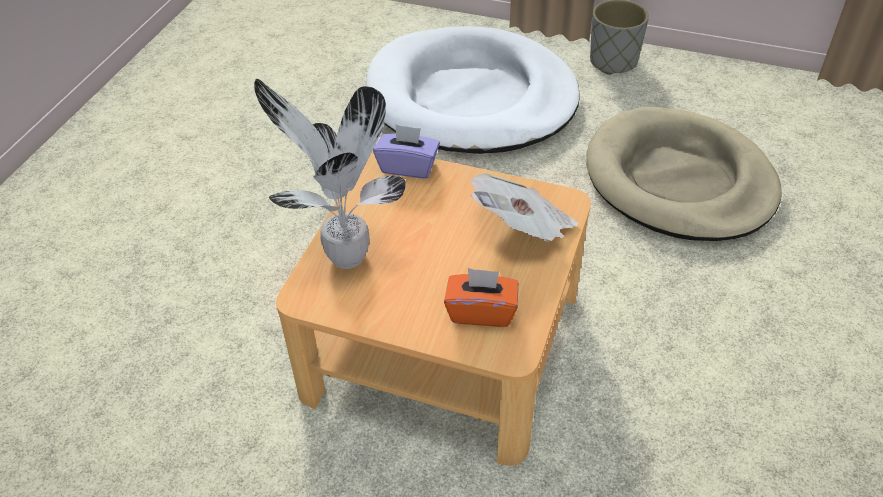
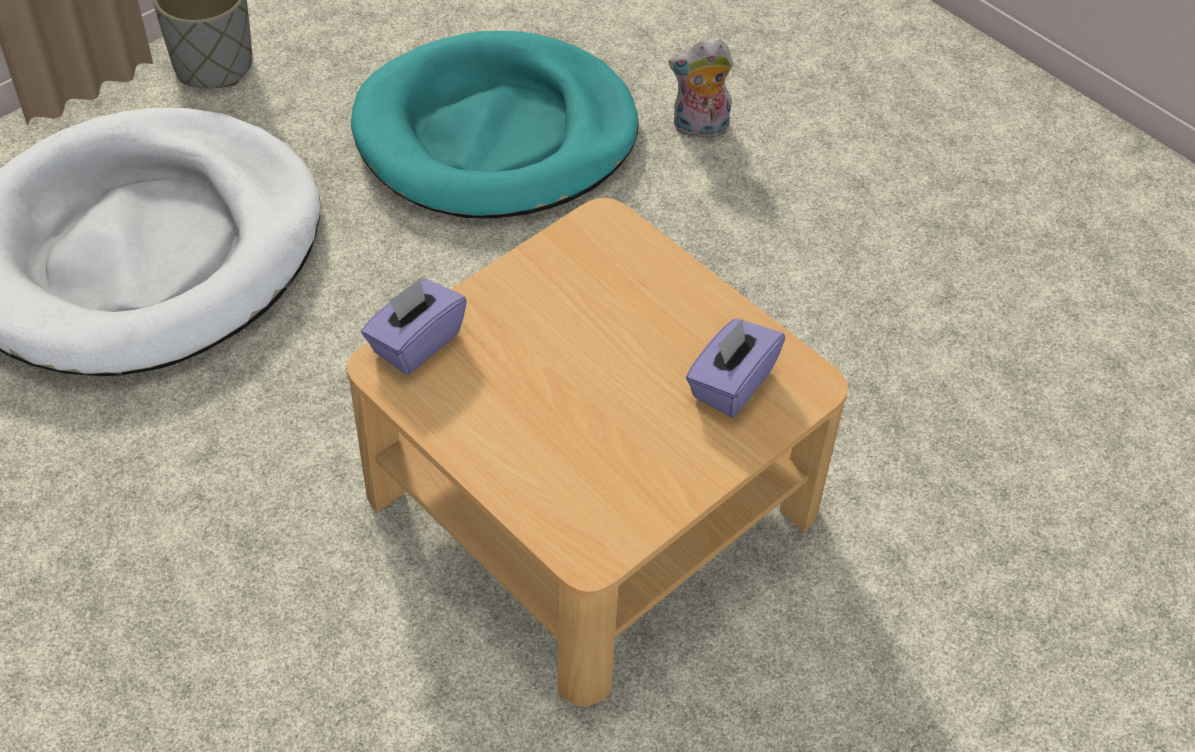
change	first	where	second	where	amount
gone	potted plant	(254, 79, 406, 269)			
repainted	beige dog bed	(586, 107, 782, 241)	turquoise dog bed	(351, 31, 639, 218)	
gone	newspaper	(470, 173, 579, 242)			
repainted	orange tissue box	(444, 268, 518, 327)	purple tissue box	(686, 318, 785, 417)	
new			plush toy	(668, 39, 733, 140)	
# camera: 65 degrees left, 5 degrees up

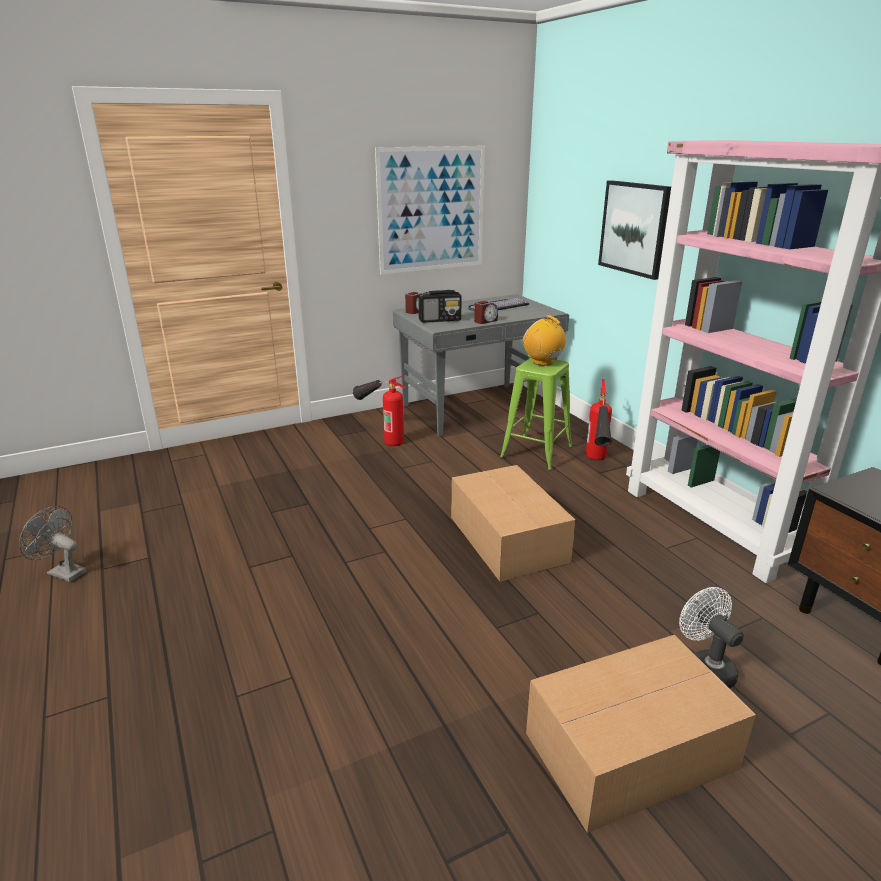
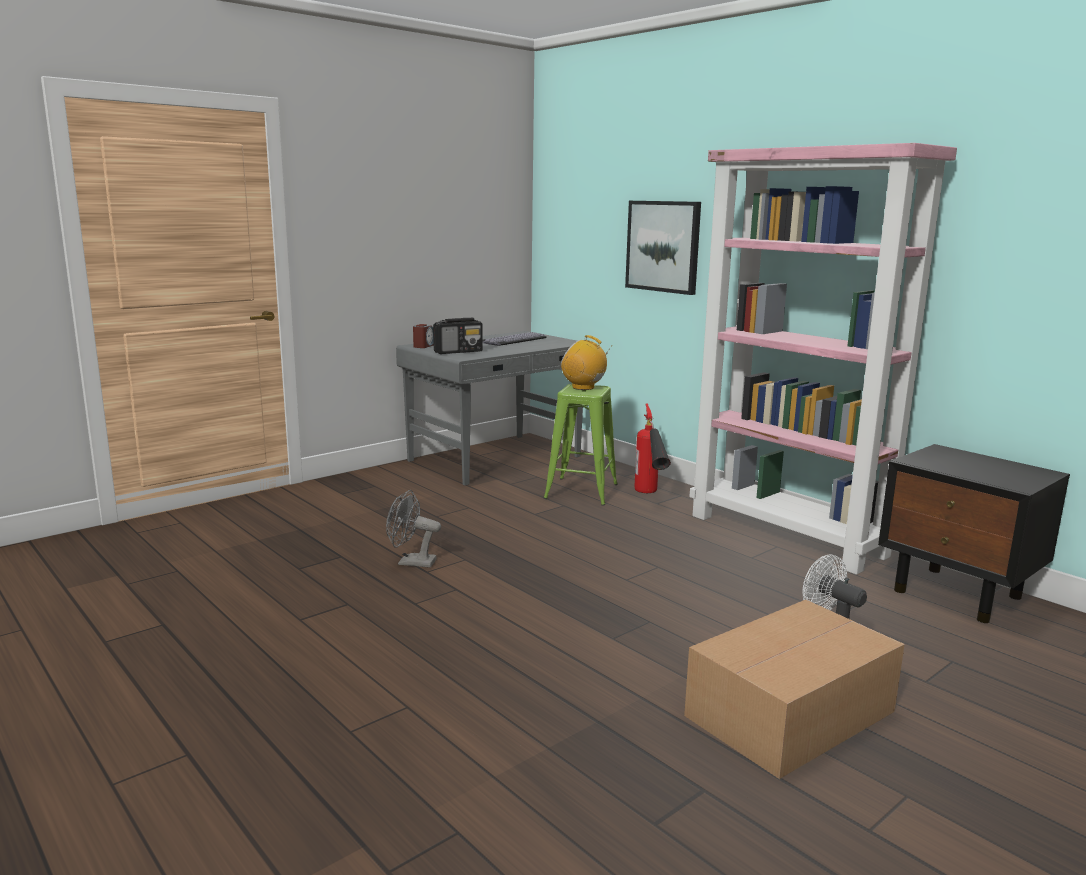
change	first	where	second	where	amount
gone	picture	(375, 146, 485, 274)			
gone	alarm clock	(474, 301, 498, 324)			
gone	fire extinguisher	(353, 376, 406, 446)			
gone	cardboard box	(451, 465, 576, 582)			
shifted	grey fan	(19, 506, 86, 582)		(386, 490, 441, 568)	
# camera: 15 degrees left, 10 degrees down

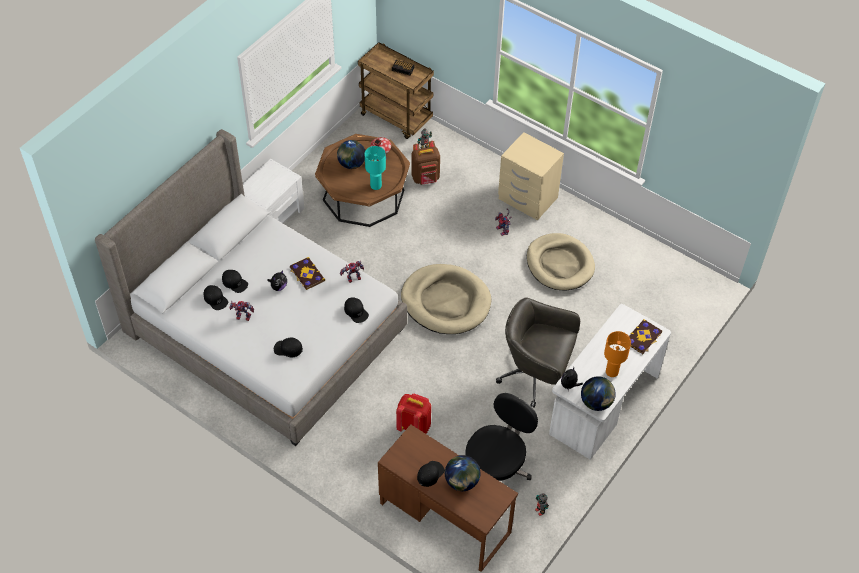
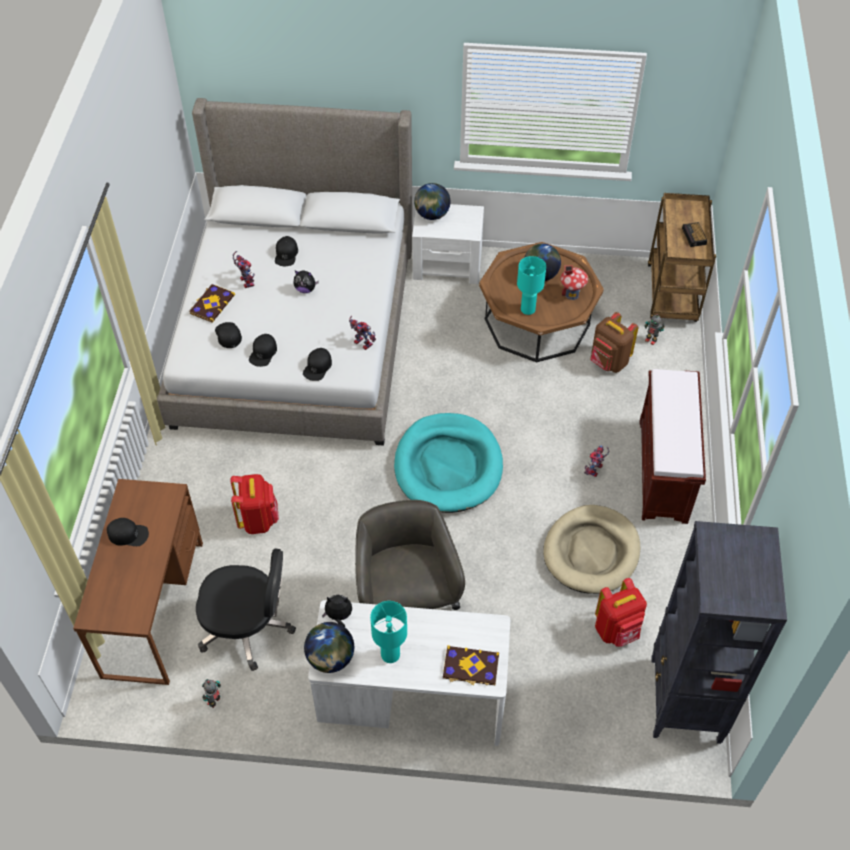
change	first	where	second	where	amount
swapped	beige nightstand	(498, 132, 564, 220)	brown bench	(640, 369, 706, 524)	
shifted	book	(290, 257, 325, 290)		(189, 284, 235, 323)	
repainted	beige dog bed	(401, 264, 491, 334)	turquoise dog bed	(394, 413, 503, 513)	
shifted	black cap	(204, 285, 228, 310)		(249, 334, 277, 367)	
repainted	orange table lamp	(604, 331, 631, 377)	turquoise table lamp	(370, 601, 407, 663)	
shifted	globe	(445, 455, 480, 491)		(414, 183, 451, 220)	
new			black bookcase	(651, 521, 787, 744)	
new			red backpack	(595, 578, 647, 647)	
# camera: 60 degrees right, 0 degrees up

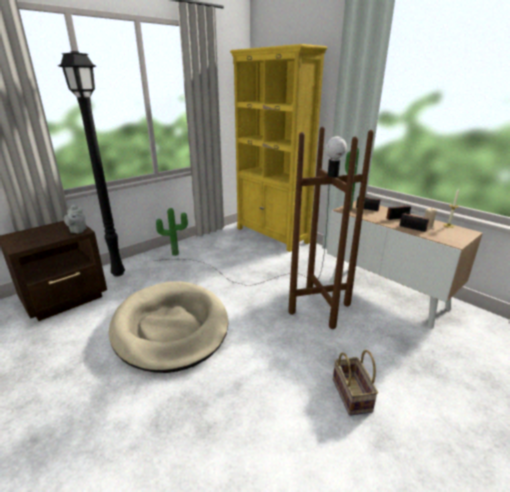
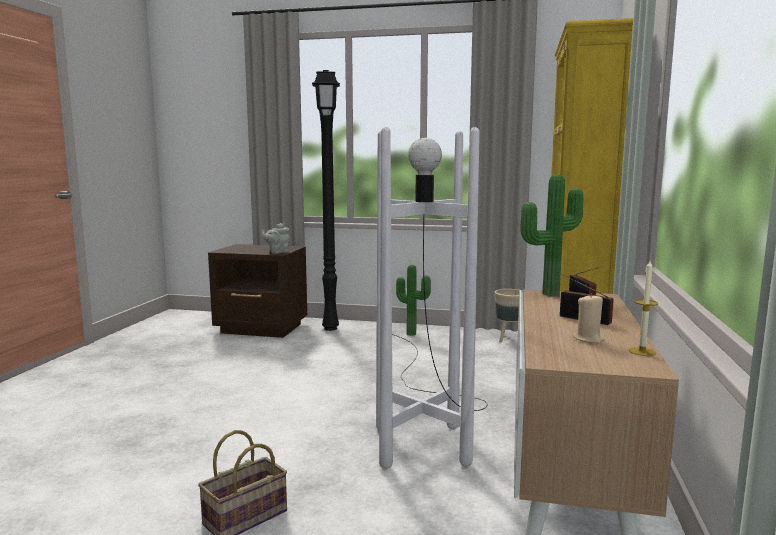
change	first	where	second	where	amount
repainted	brown floor lamp	(154, 126, 374, 329)	white floor lamp	(376, 127, 488, 469)	
gone	radio	(399, 210, 434, 232)			
gone	beige dog bed	(109, 281, 228, 373)			
new			beige planter	(495, 289, 523, 342)	
# camera: 55 degrees right, 15 degrees down

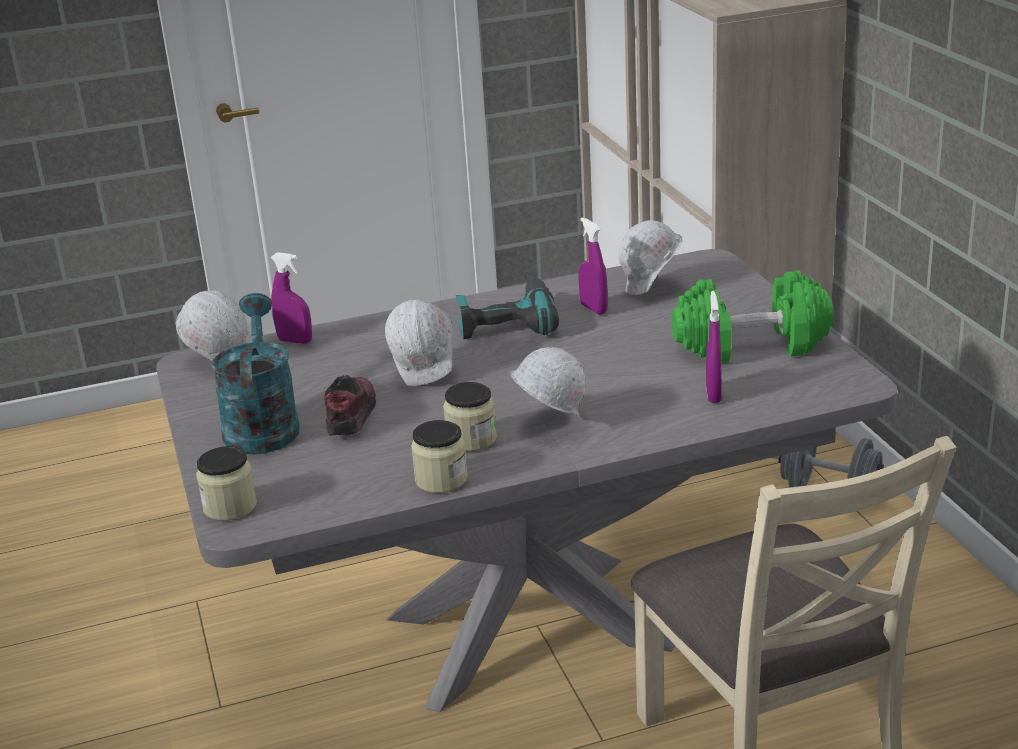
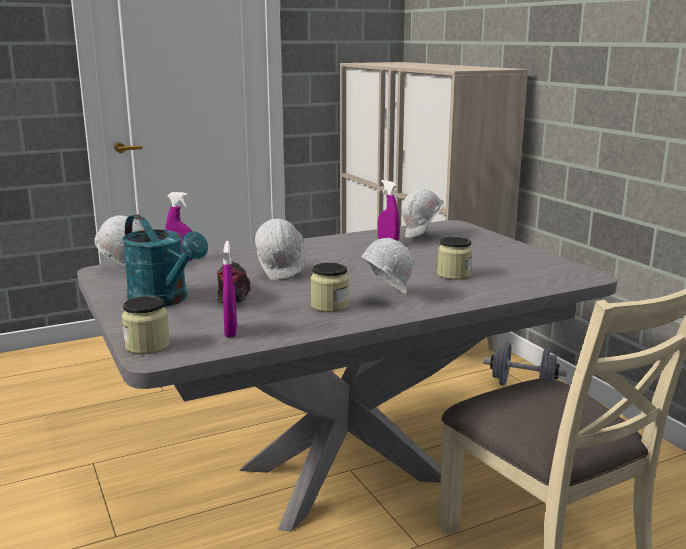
change	first	where	second	where	amount
gone	green dumbbell	(671, 270, 834, 363)			
gone	power drill	(456, 278, 559, 339)			
shifted	purple spray bottle	(706, 291, 722, 403)		(223, 241, 237, 337)	
rotated	turquoise watering can	(211, 293, 300, 455)		(122, 214, 208, 307)	150 degrees clockwise
shifted	jar	(411, 420, 468, 493)		(437, 237, 472, 280)	
# camera: 10 degrees left, 10 degrees down

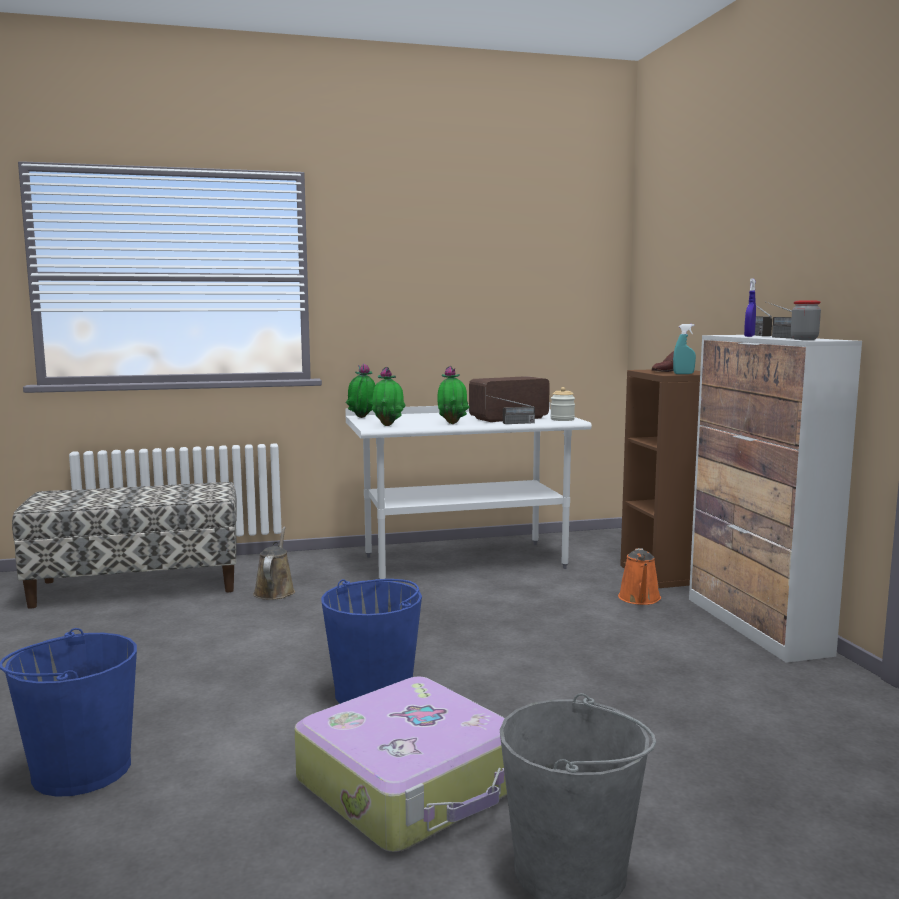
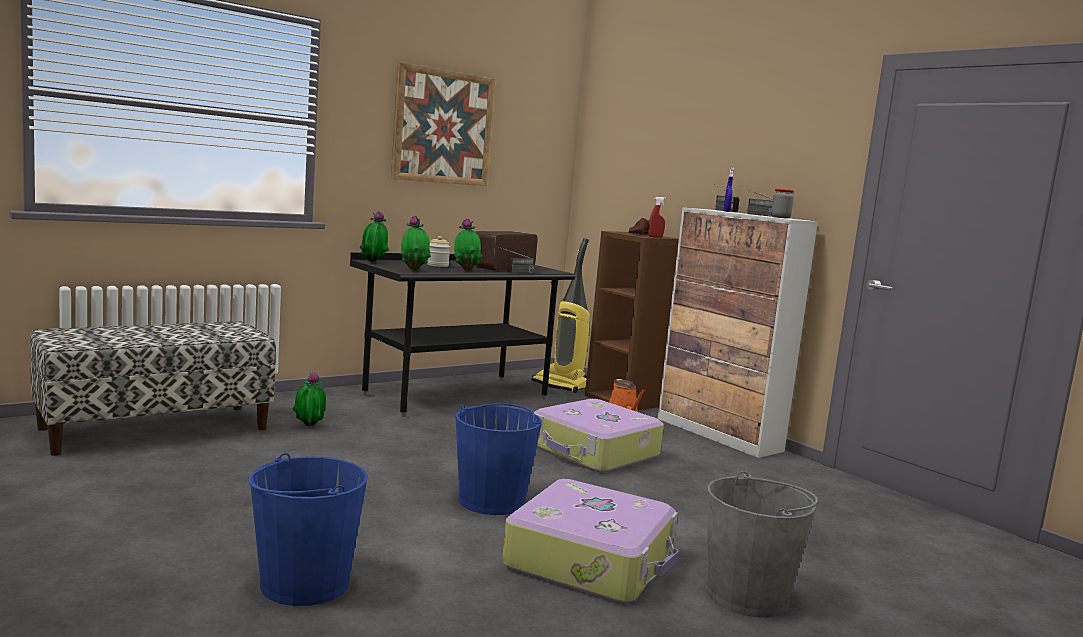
change	first	where	second	where	amount
repainted	turquoise spray bottle	(673, 324, 696, 374)	red spray bottle	(648, 197, 666, 238)	
shifted	jar	(550, 387, 575, 421)		(427, 236, 450, 267)	
repainted	white desk	(345, 402, 592, 579)	black desk	(350, 253, 575, 417)	
swapped	brown watering can	(253, 527, 295, 600)	potted plant	(292, 372, 326, 426)	
new			picture	(391, 62, 495, 186)	
new			vacuum cleaner	(531, 238, 590, 393)	
new			suitcase	(534, 399, 664, 472)	
# camera: 25 degrees left, 0 degrees up

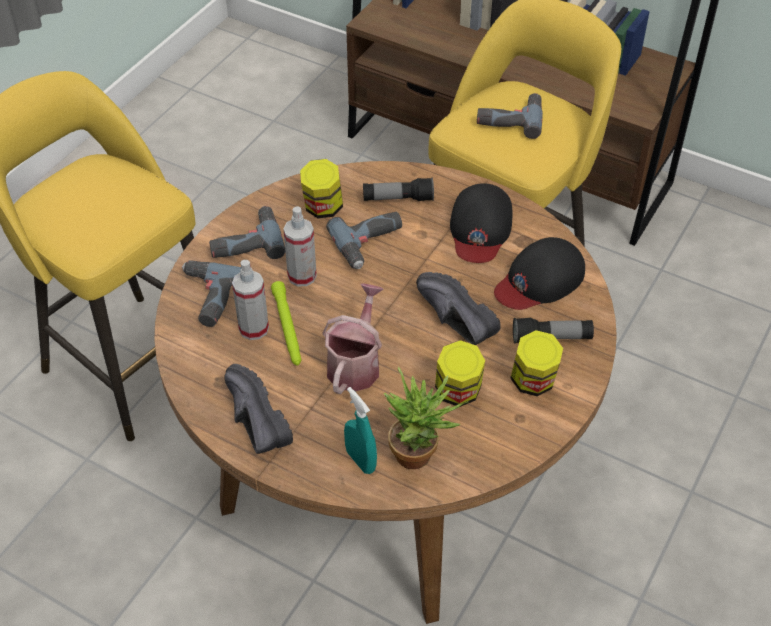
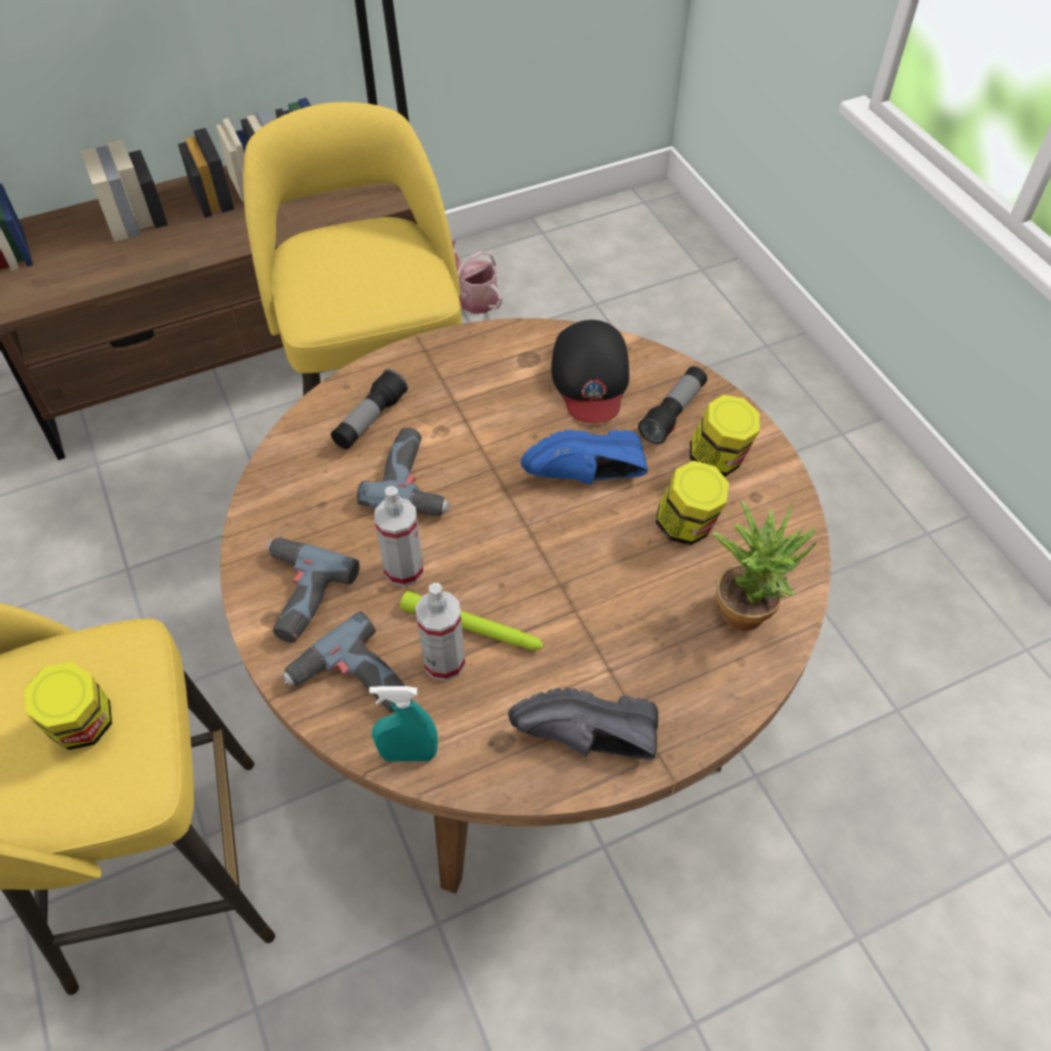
change	first	where	second	where	amount
gone	power drill	(477, 93, 543, 139)			
shifted	jar	(300, 159, 343, 218)		(25, 662, 112, 750)	
gone	black cap	(450, 183, 512, 263)			
repainted	black shoe	(416, 272, 501, 345)	blue shoe	(521, 430, 648, 485)	
shifted	watering can	(322, 283, 384, 394)		(452, 239, 502, 314)	
shifted	turquoise spray bottle	(344, 387, 377, 474)		(369, 686, 438, 762)	
# camera: 55 degrees left, 5 degrees up

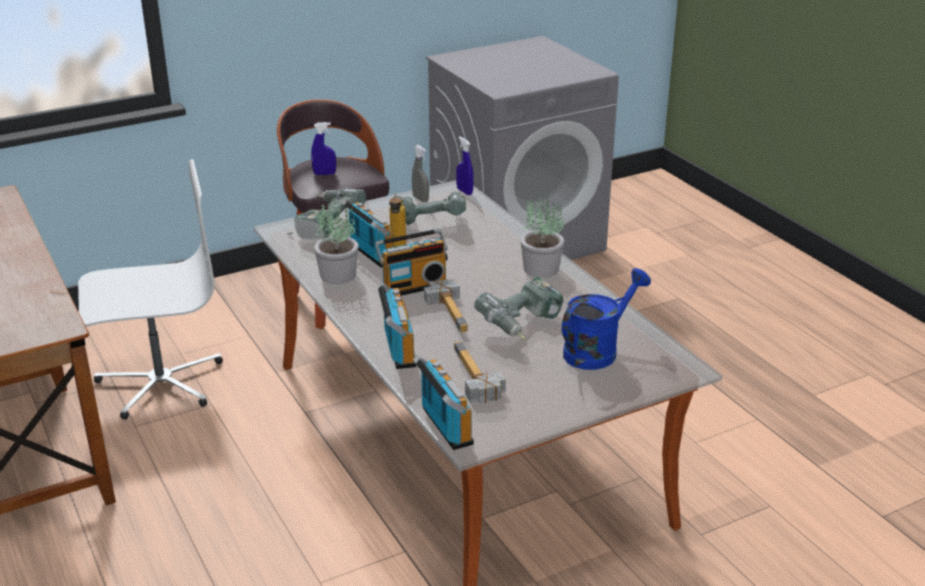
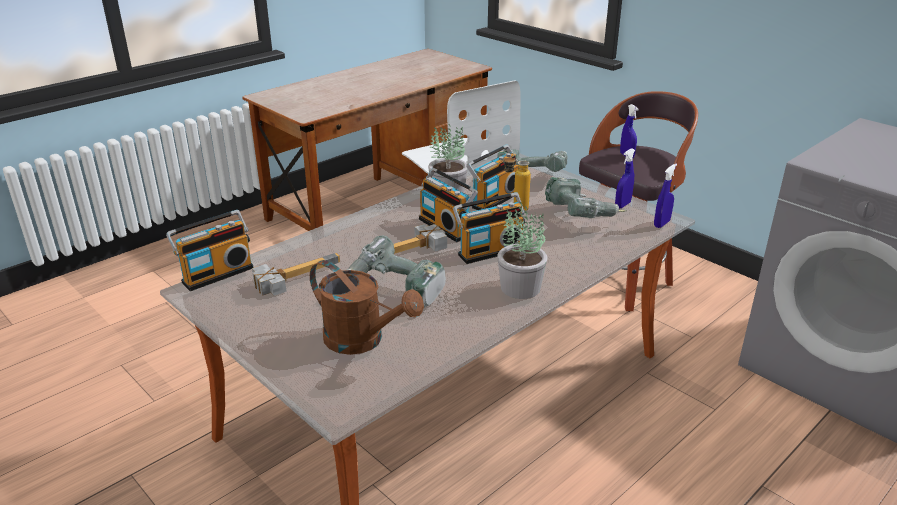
change	first	where	second	where	amount
repainted	grey spray bottle	(412, 145, 429, 202)	blue spray bottle	(615, 148, 635, 208)	
repainted	blue watering can	(562, 268, 651, 370)	brown watering can	(310, 260, 424, 355)	
shifted	radio	(377, 282, 416, 369)		(453, 192, 525, 264)	
# camera: 75 degrees right, 0 degrees up

